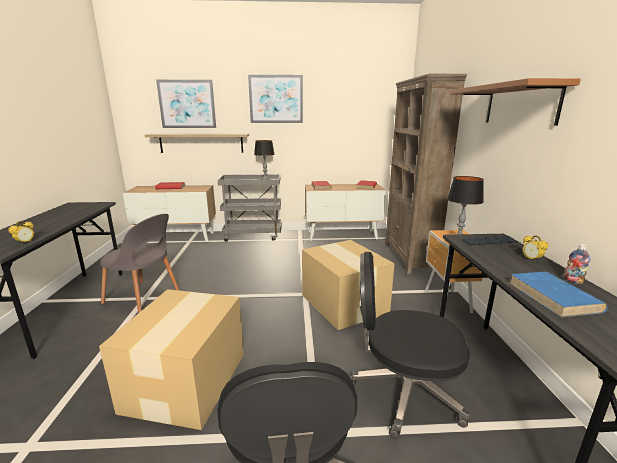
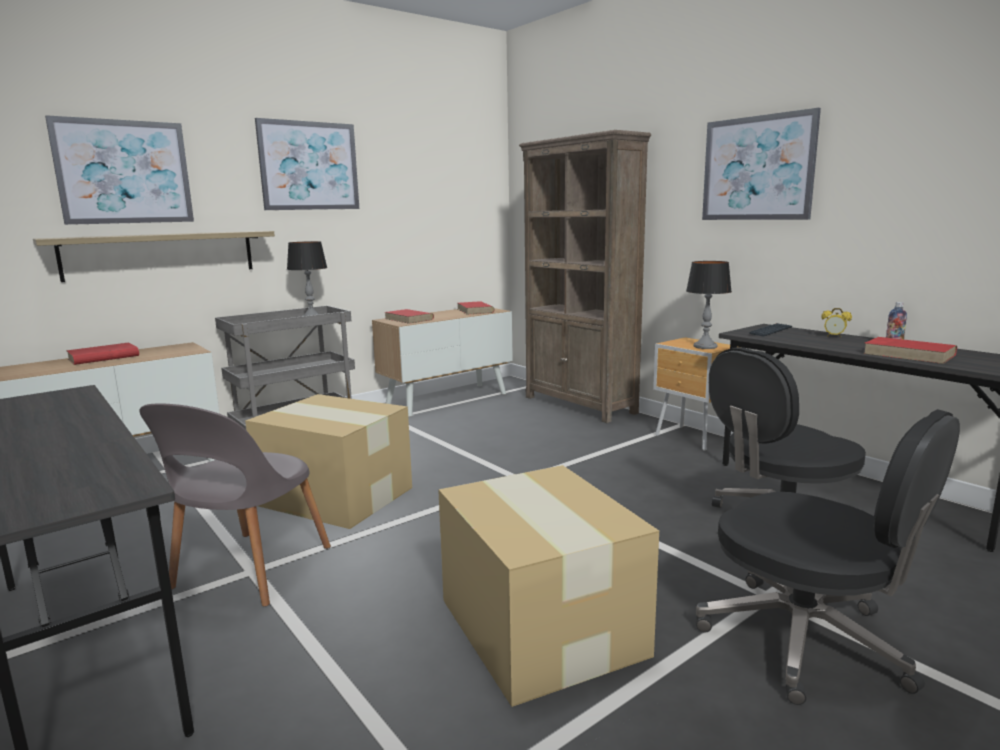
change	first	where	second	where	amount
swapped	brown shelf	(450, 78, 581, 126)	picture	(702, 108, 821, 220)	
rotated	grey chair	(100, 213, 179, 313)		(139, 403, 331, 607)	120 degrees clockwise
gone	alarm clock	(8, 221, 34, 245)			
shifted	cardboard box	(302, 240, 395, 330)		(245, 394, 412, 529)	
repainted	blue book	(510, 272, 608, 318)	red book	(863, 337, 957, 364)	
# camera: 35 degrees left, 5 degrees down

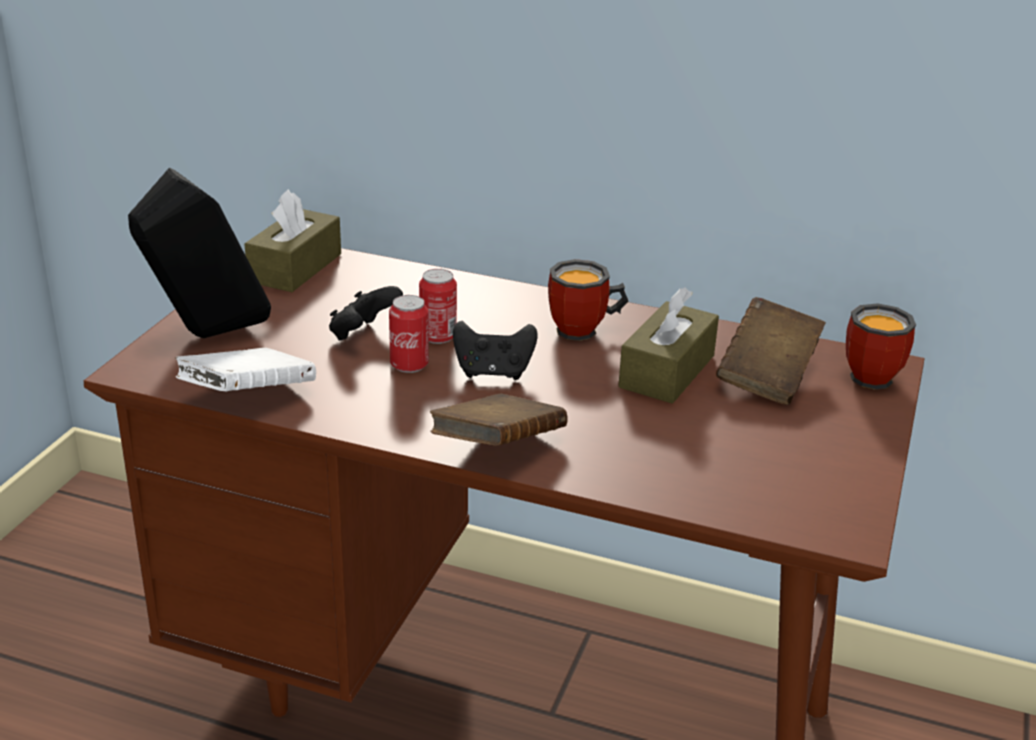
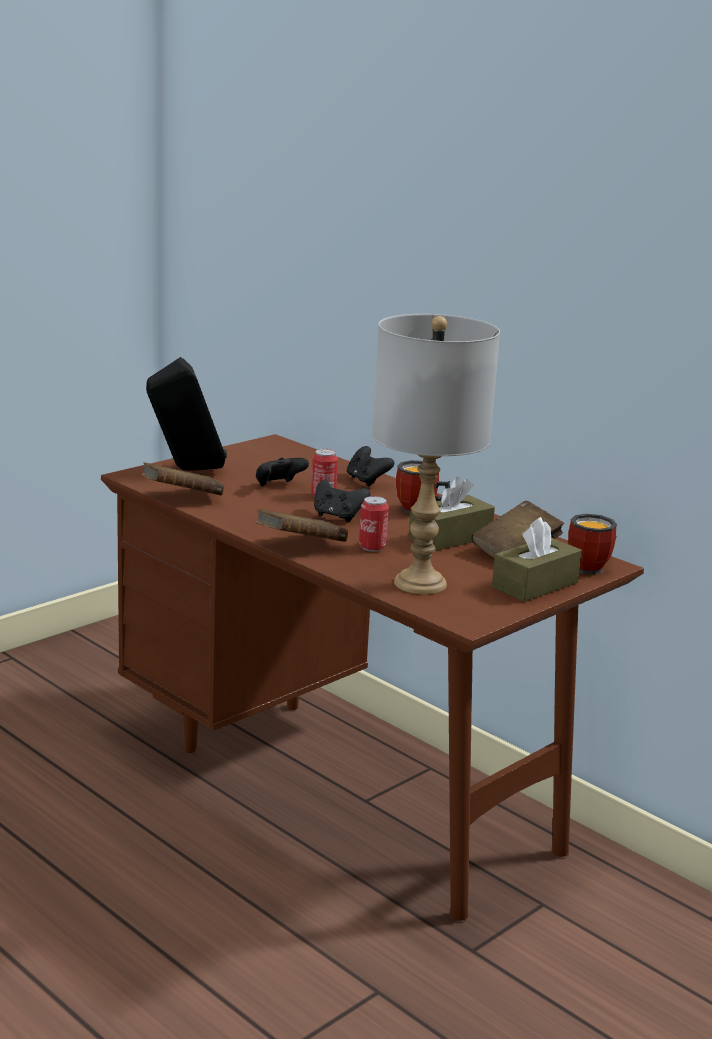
change	first	where	second	where	amount
shifted	brown tissue box	(244, 190, 341, 292)		(492, 517, 582, 602)	
shifted	can	(389, 295, 429, 373)		(359, 496, 389, 552)	
repainted	white book	(176, 348, 316, 391)	brown book	(141, 462, 224, 495)	
new			grey table lamp	(372, 314, 500, 595)	
new			black game controller	(347, 446, 394, 487)	
# camera: 25 degrees right, 10 degrees down

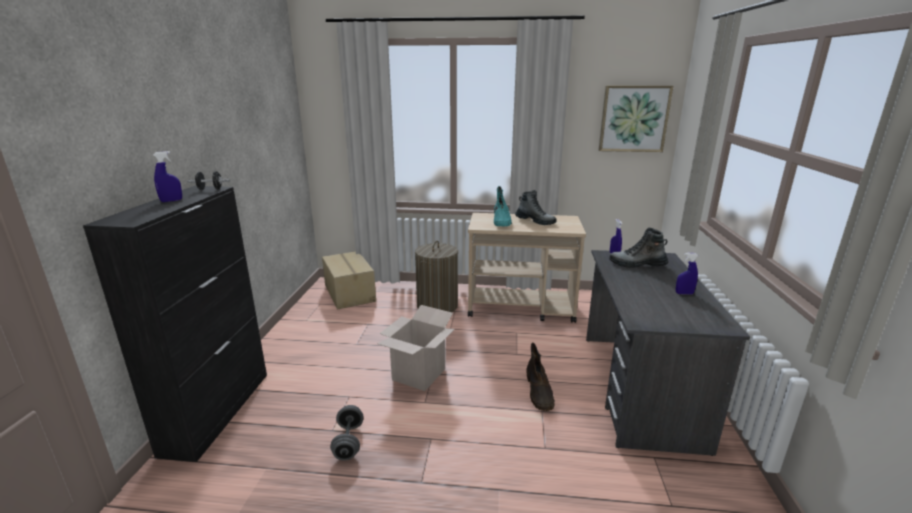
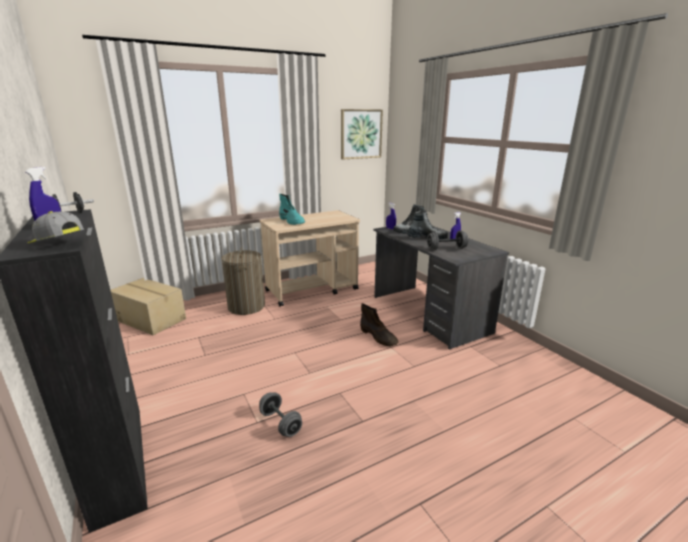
change	first	where	second	where	amount
shifted	boot	(515, 190, 557, 225)		(407, 210, 448, 239)	
gone	cardboard box	(377, 305, 455, 391)			
new			cap	(27, 211, 84, 243)	
new			grey dumbbell	(427, 230, 468, 250)	
# camera: 35 degrees left, 0 degrees up

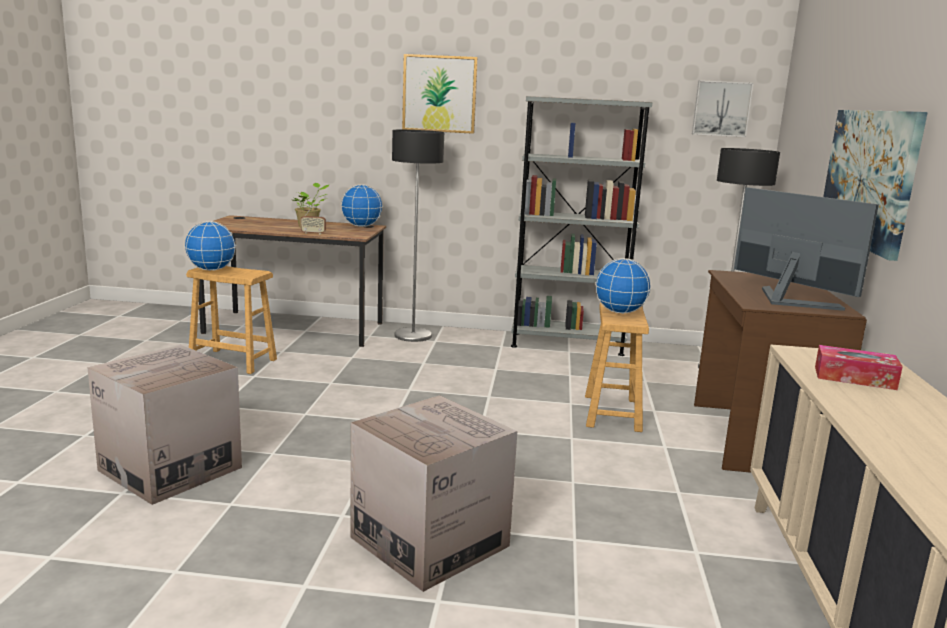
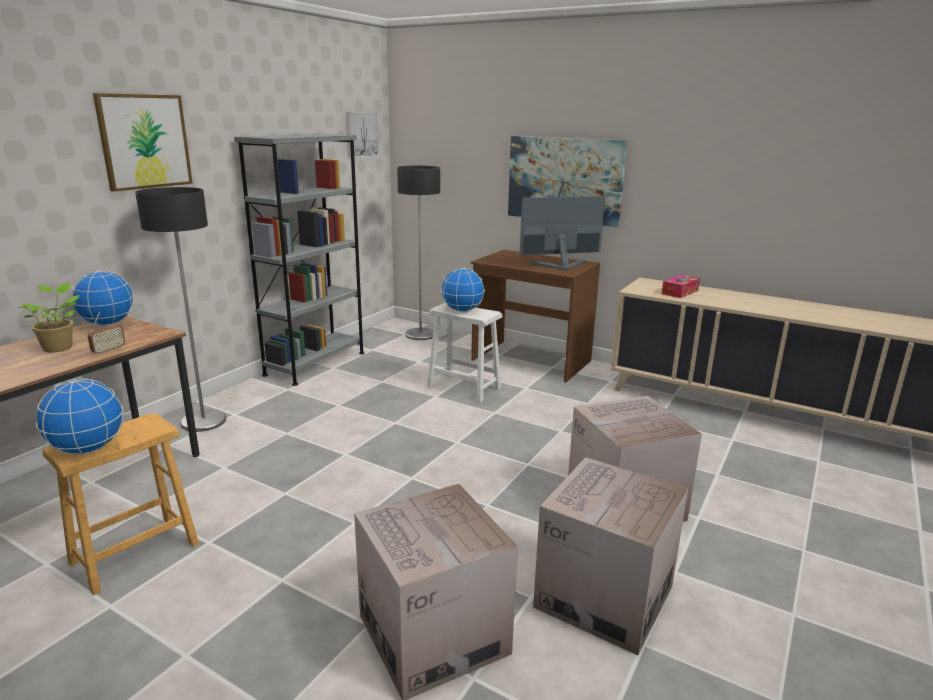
change	first	where	second	where	amount
repainted	brown stool	(585, 303, 649, 432)	white stool	(427, 303, 503, 402)	
new			cardboard box	(533, 457, 688, 655)	
# camera: 65 degrees left, 5 degrees up

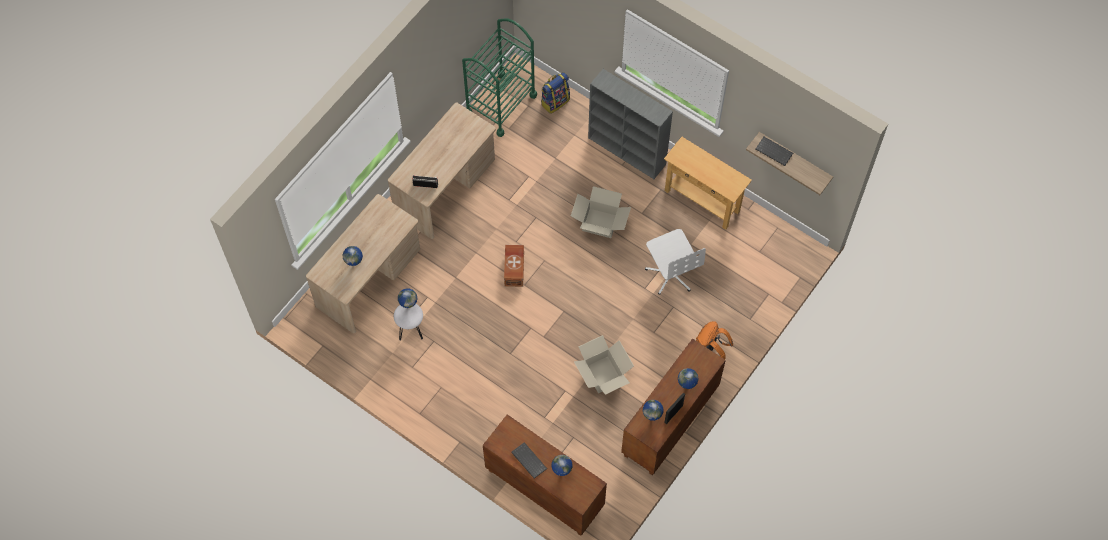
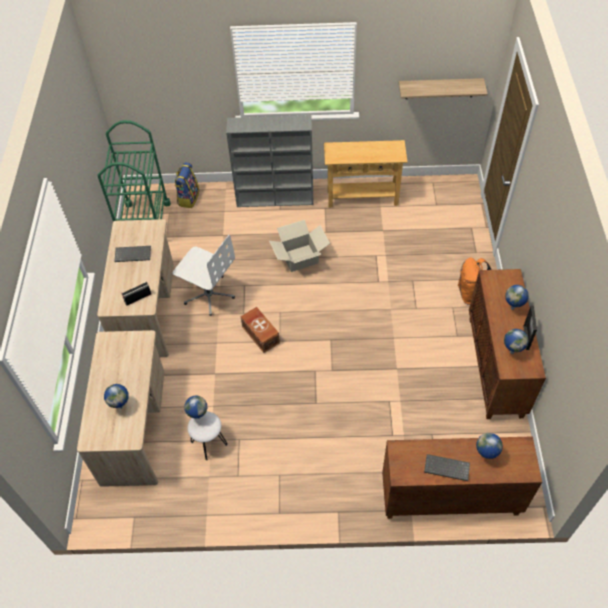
change	first	where	second	where	amount
shifted	keyboard	(756, 137, 793, 166)		(114, 246, 151, 262)	
shifted	white office chair	(645, 229, 706, 295)		(172, 235, 235, 316)	
gone	cardboard box	(574, 335, 634, 395)			
# camera: 35 degrees left, 10 degrees down

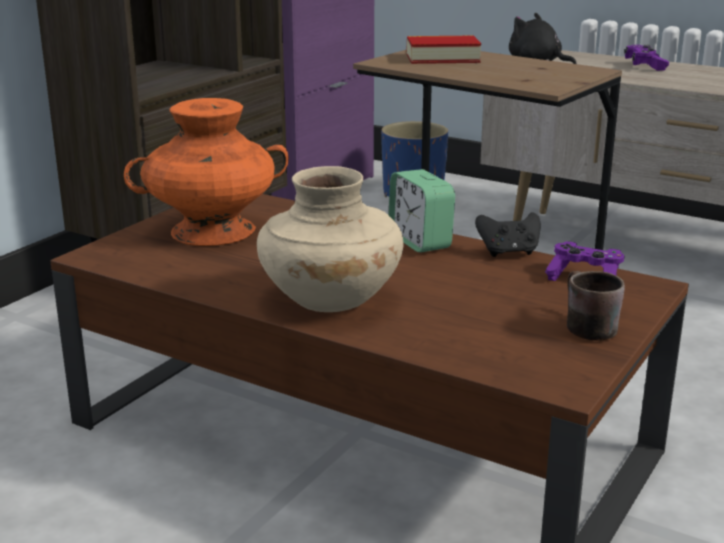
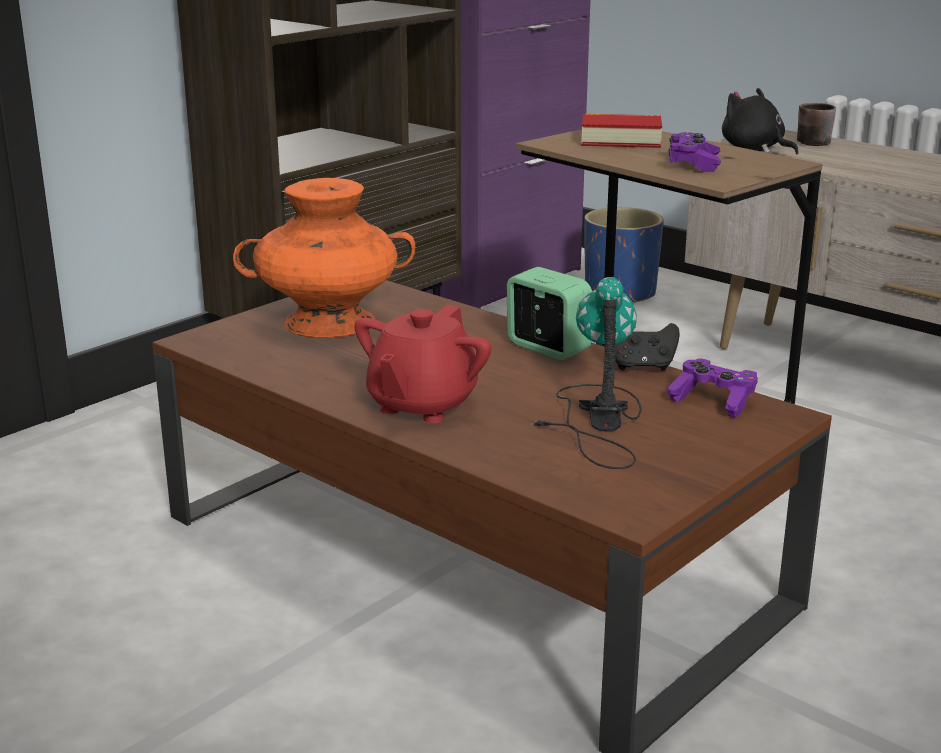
change	first	where	second	where	amount
shifted	purple game controller	(624, 45, 669, 71)		(668, 132, 721, 172)	
swapped	beige vase	(257, 166, 404, 312)	red teapot	(354, 305, 491, 423)	
rotated	alarm clock	(388, 169, 455, 253)		(507, 267, 592, 360)	150 degrees clockwise
shifted	brown mug	(567, 271, 625, 341)		(797, 103, 836, 146)	
new			table lamp	(531, 277, 641, 469)	
# camera: 10 degrees right, 0 degrees up

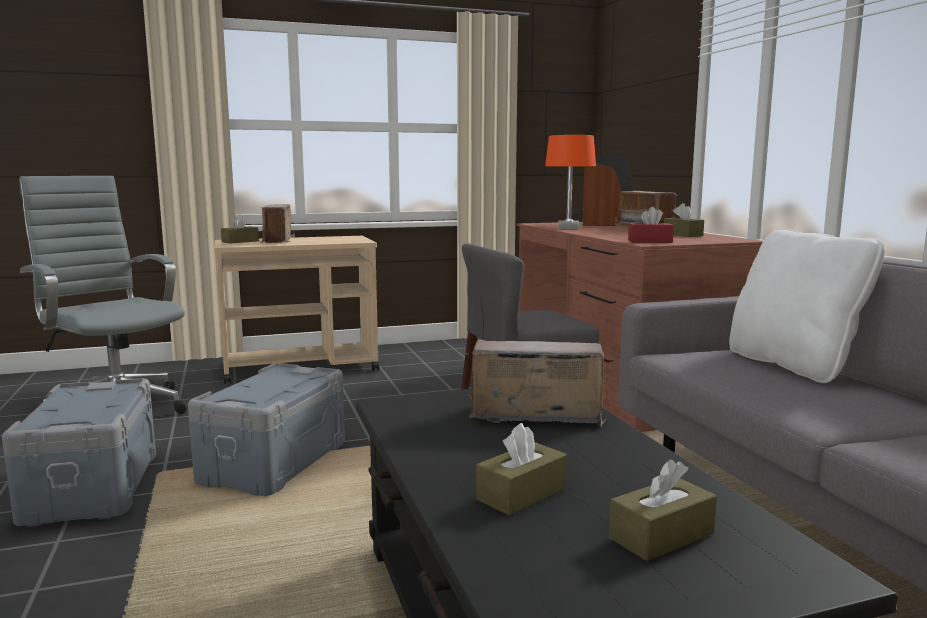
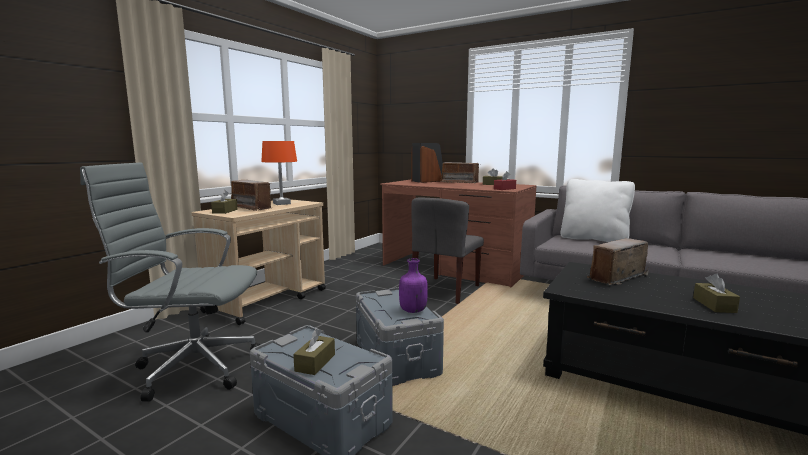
change	first	where	second	where	amount
shifted	orange table lamp	(545, 135, 596, 230)		(261, 141, 297, 205)	
shifted	brown tissue box	(609, 459, 717, 561)		(293, 329, 335, 375)	
new			purple bottle	(399, 258, 428, 313)	
# camera: 40 degrees left, 0 degrees up

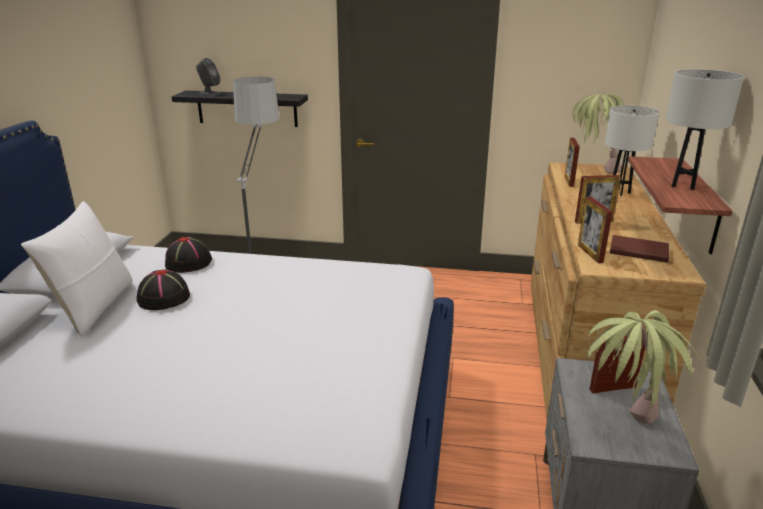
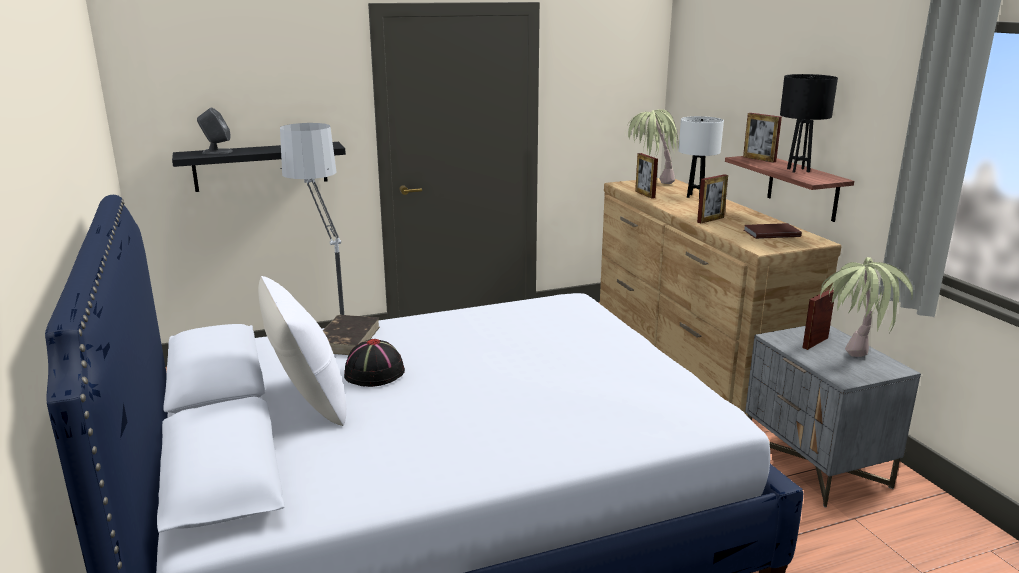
change	first	where	second	where	amount
repainted	white table lamp	(666, 69, 744, 190)	black table lamp	(780, 74, 838, 173)	
shifted	picture frame	(578, 196, 613, 263)		(743, 113, 782, 163)	
swapped	black hat	(165, 237, 212, 273)	brown book	(323, 315, 380, 355)	
# camera: 30 degrees left, 5 degrees down

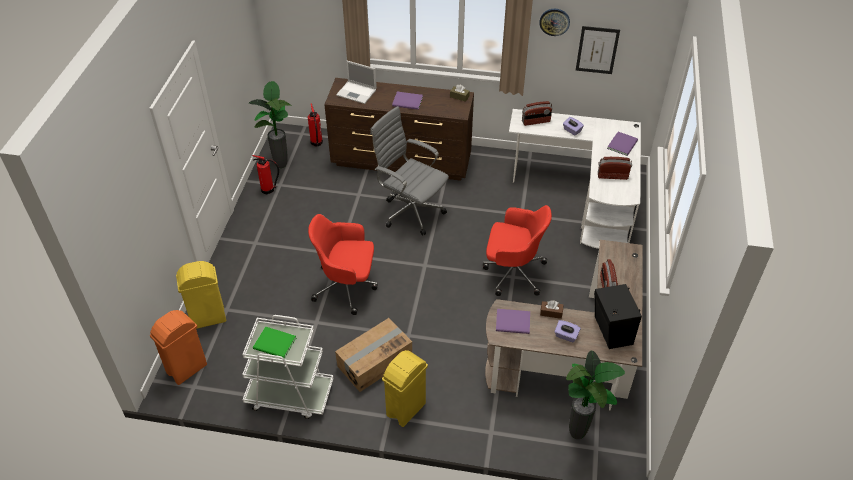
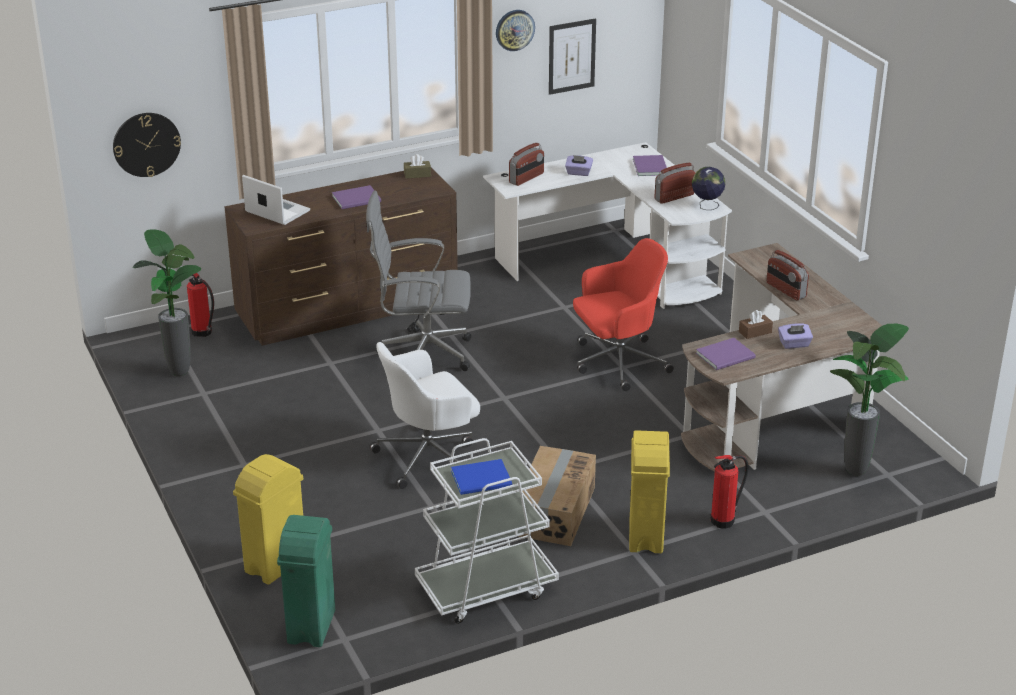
change	first	where	second	where	amount
rotated	laptop	(336, 61, 377, 104)		(242, 175, 310, 225)	135 degrees counterclockwise
shifted	fire extinguisher	(252, 155, 279, 194)		(710, 455, 749, 528)	
repainted	red office chair	(308, 214, 378, 315)	white office chair	(370, 342, 480, 489)	
gone	black speaker	(594, 284, 642, 349)			
repainted	orange trash can	(150, 310, 207, 385)	green trash can	(277, 515, 335, 647)	
repainted	green book	(253, 326, 296, 359)	blue book	(451, 459, 512, 495)	
new			wall clock	(113, 113, 181, 177)	
new			globe	(692, 167, 725, 210)	
# camera: 35 degrees left, 15 degrees down

